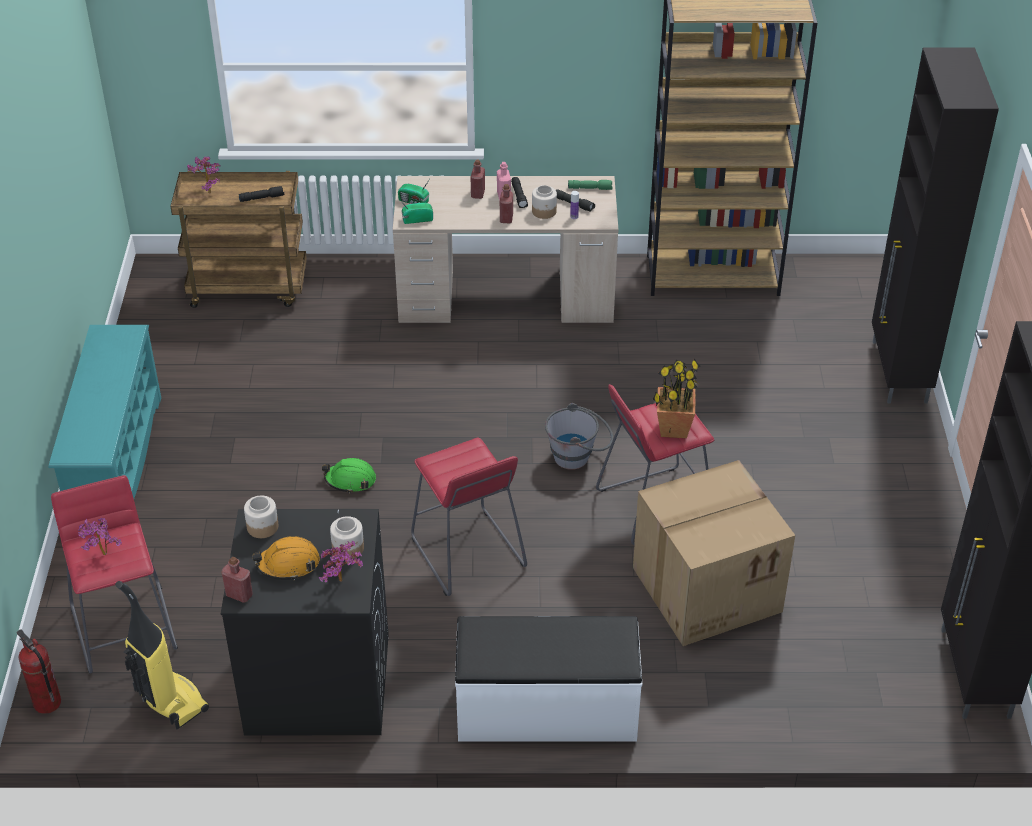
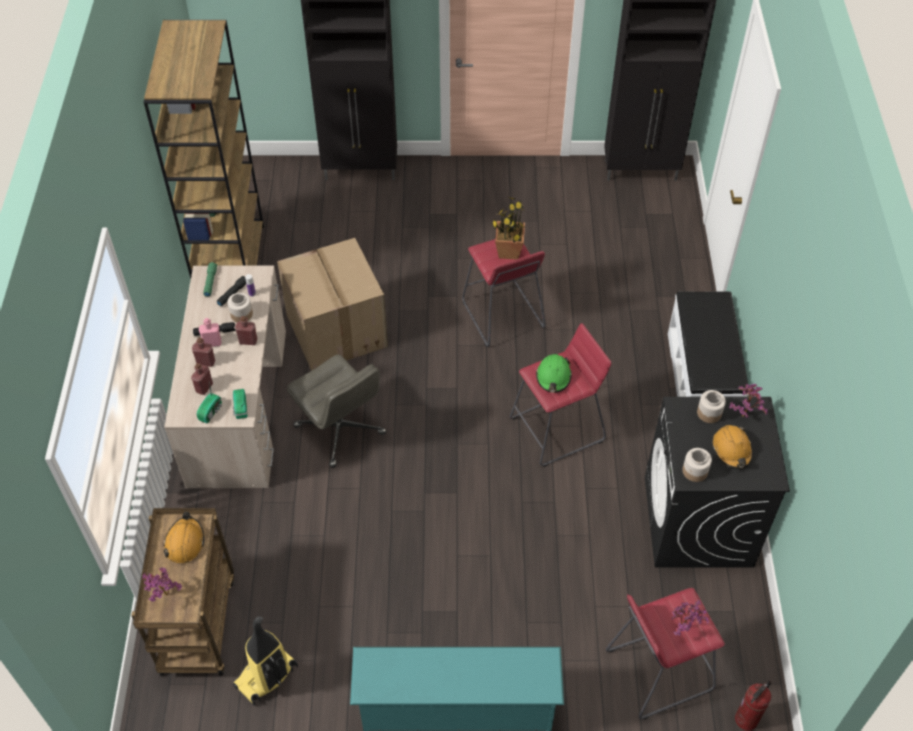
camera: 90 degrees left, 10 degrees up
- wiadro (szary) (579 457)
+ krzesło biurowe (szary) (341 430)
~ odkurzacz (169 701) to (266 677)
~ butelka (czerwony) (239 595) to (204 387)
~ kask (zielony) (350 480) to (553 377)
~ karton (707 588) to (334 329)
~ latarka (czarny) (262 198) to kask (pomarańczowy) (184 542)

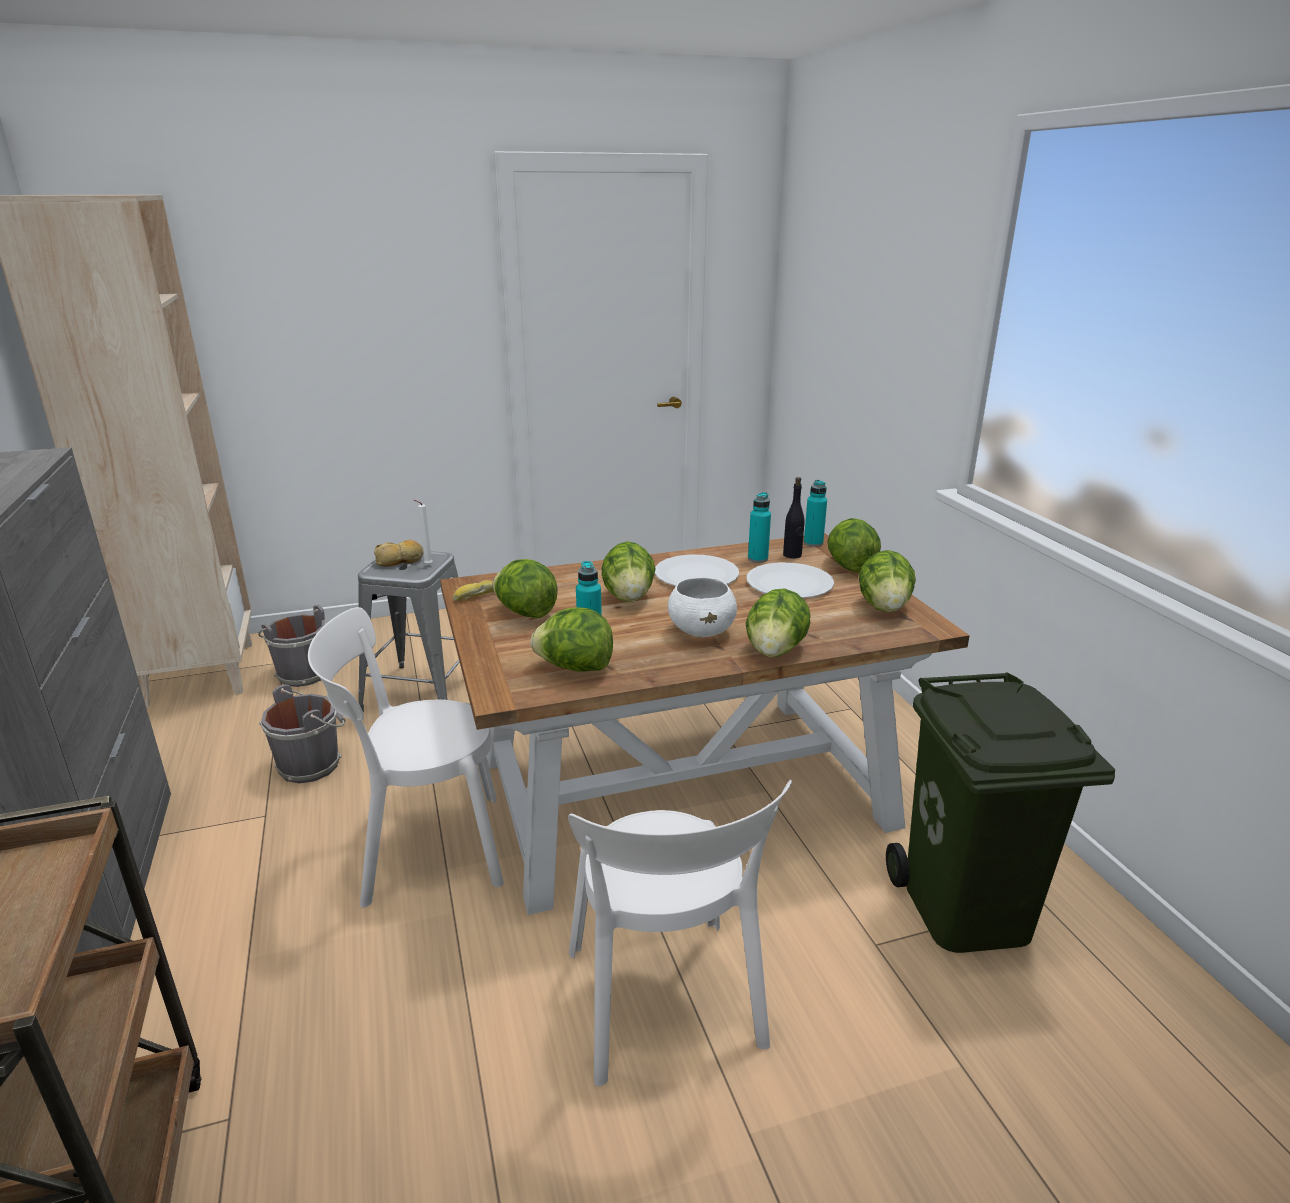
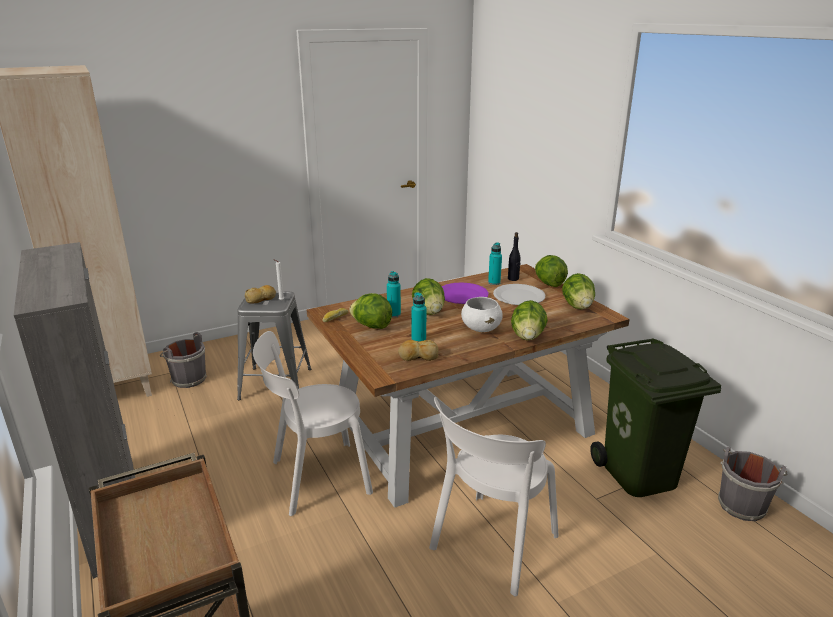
camera: 10 degrees left, 0 degrees up
~ wiadro (szary) (312 764) to (741 504)
~ butelka (turkusowy) (813 543) to (394 314)
~ sałata (575 667) to chleb (418 356)
~ talerz (biały) (696 575) to talerz (fioletowy) (462 295)
~ krzesło (biały) (665 1005) = (491 545) 60 degrees clockwise

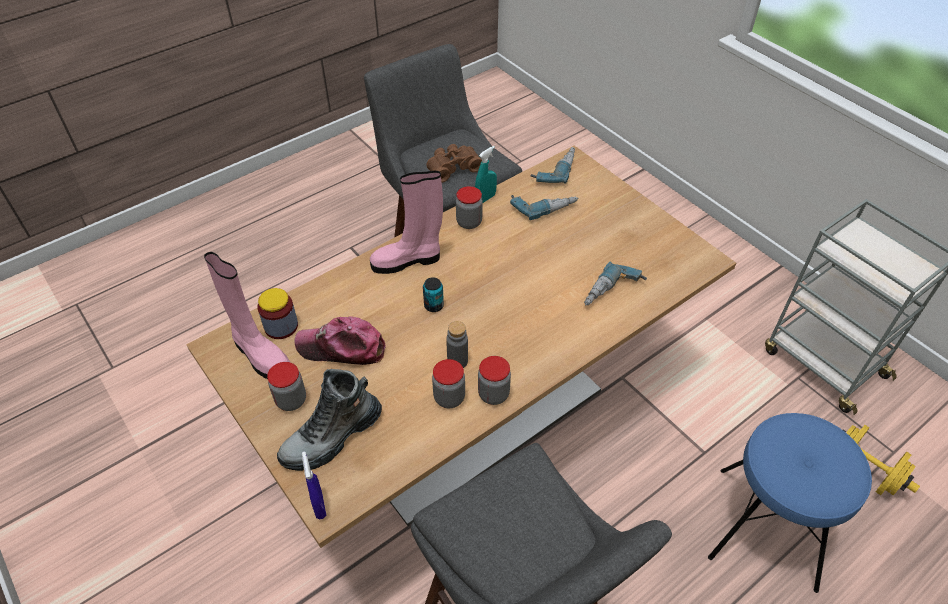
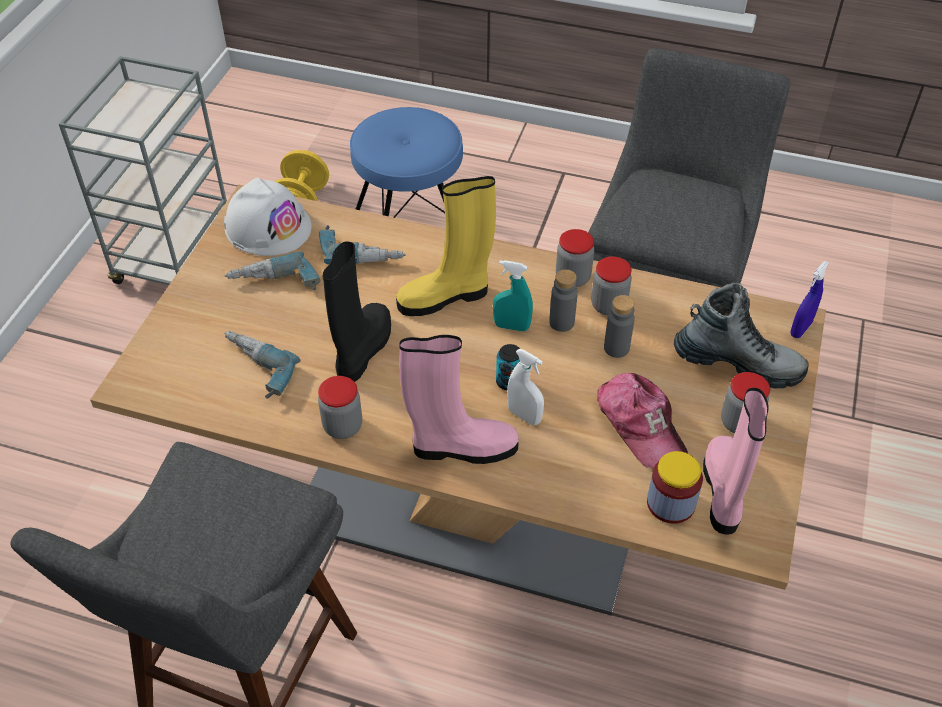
camera: 125 degrees left, 0 degrees up
- lornetka (brązowy) (452 167)
+ kask (biały) (268 227)
+ but z cholewką (czarny) (362 350)
+ but z cholewką (żółty) (445 297)
+ spryskiwacz (biały) (524 416)
+ butelka (szary) (616 348)
~ spryskiwacz (turkusowy) (485 198) to (511 326)
~ wiertarka (554 169) to (274 286)
~ but z cholewką (różowy) (408 260) = (461 448) 45 degrees counterclockwise

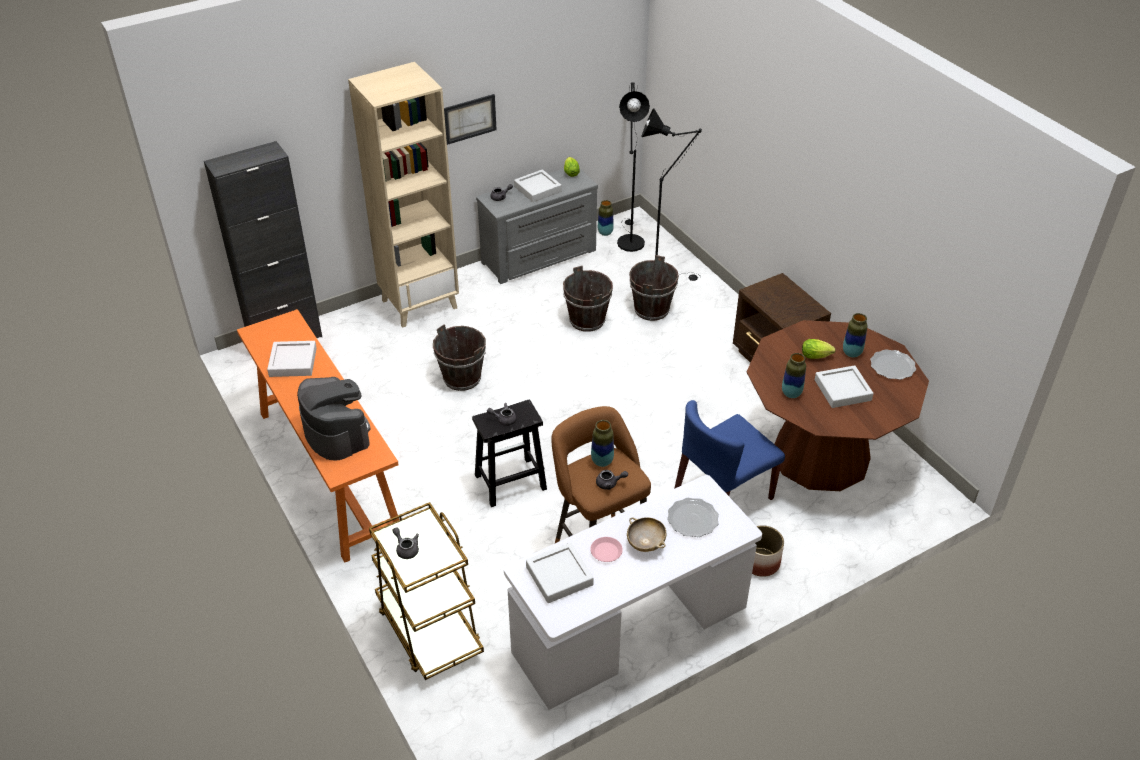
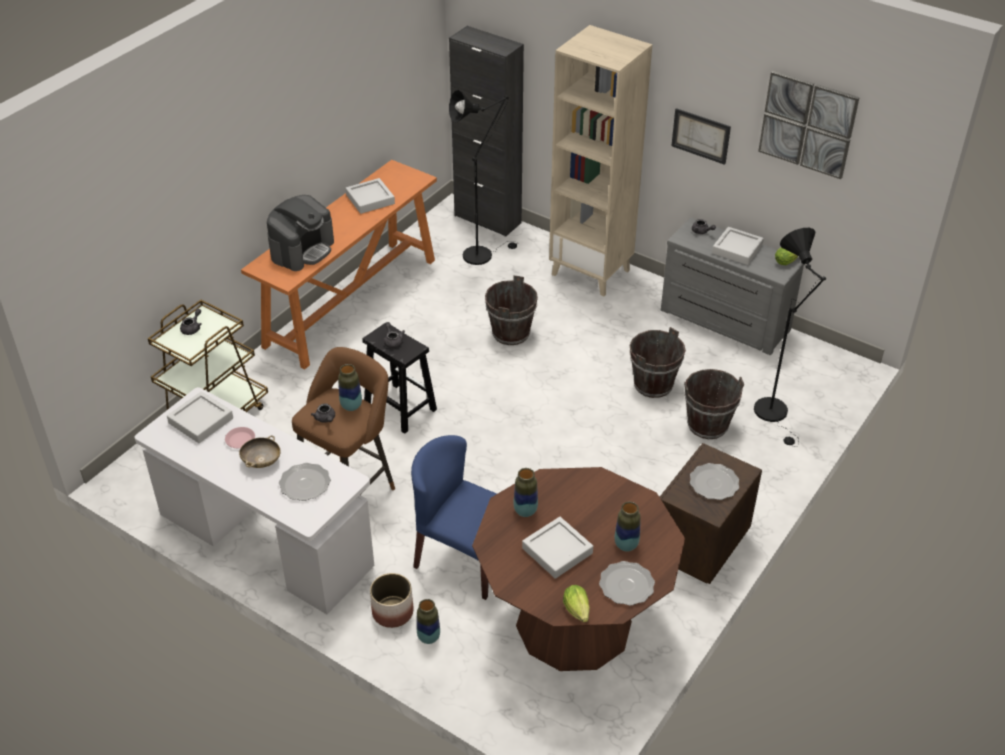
camera: 65 degrees right, 0 degrees up
+ talerz (713 483)
+ obraz (807 124)
~ wazon (605 233) to (428 637)
~ lampa stojąca (czarny) (629 240) to (482 253)
~ sałata (817 356) to (578 612)

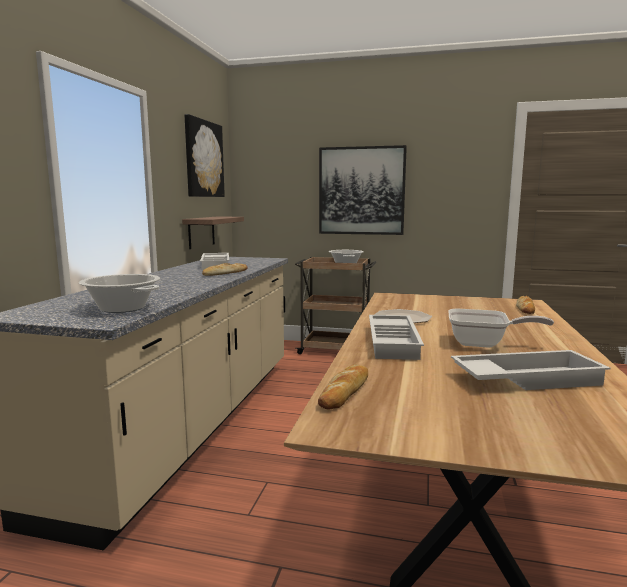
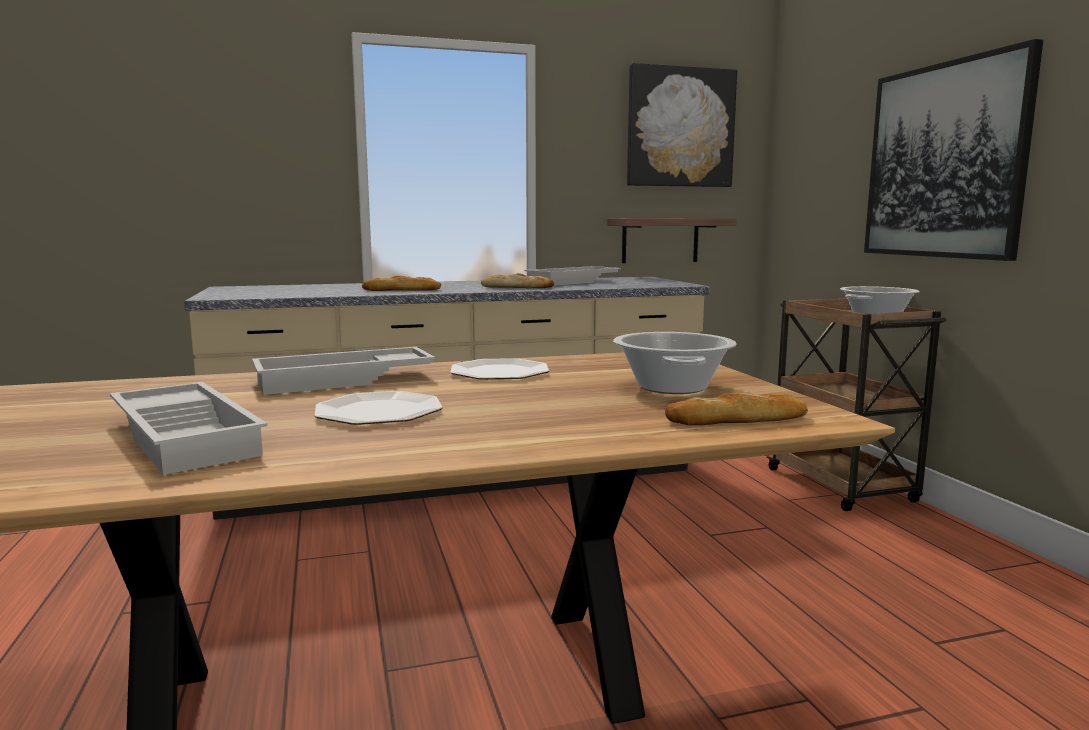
camera: 60 degrees right, 0 degrees up
~ garnek (122 308) to (671 387)
~ chleb (345 391) to (402 290)
~ patelnia (484 344) to talerz (378 412)

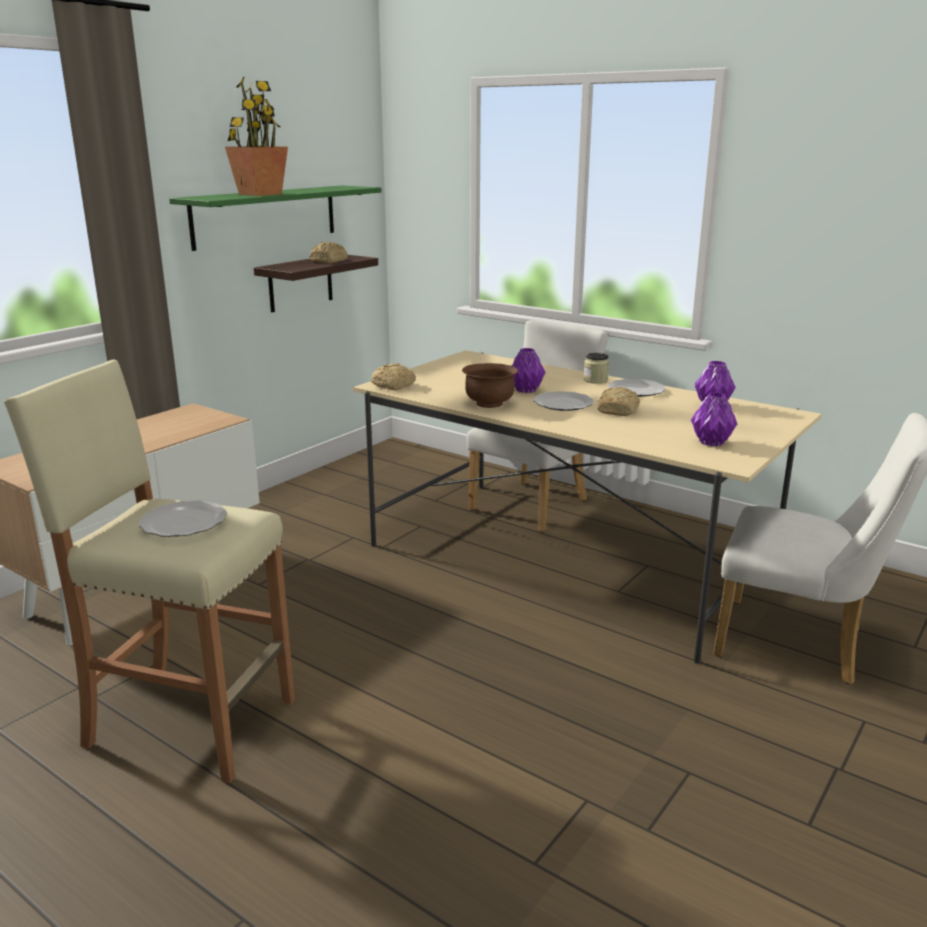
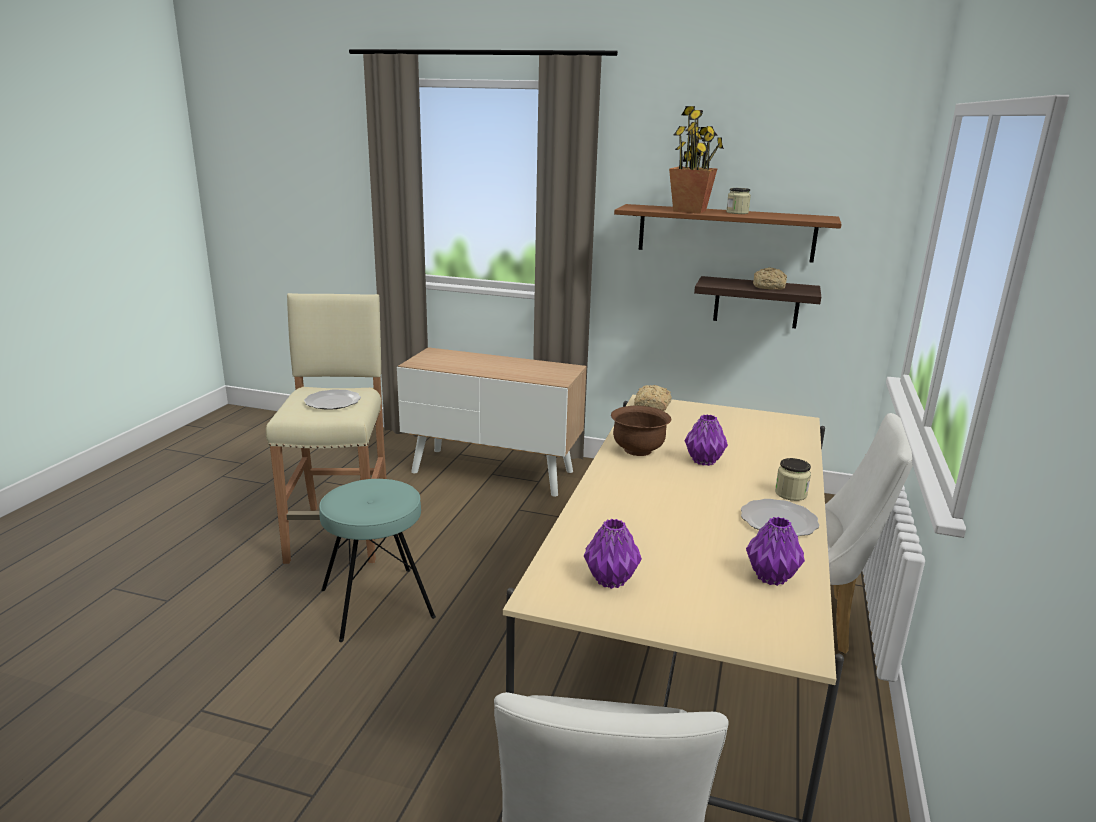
camera: 70 degrees right, 0 degrees up
- talerz (563 404)
- chleb (619 411)
+ stołek (turkusowy) (376 603)
+ słoik (737 212)
~ półka (zielony) (265 216) to półka (brązowy) (725 233)

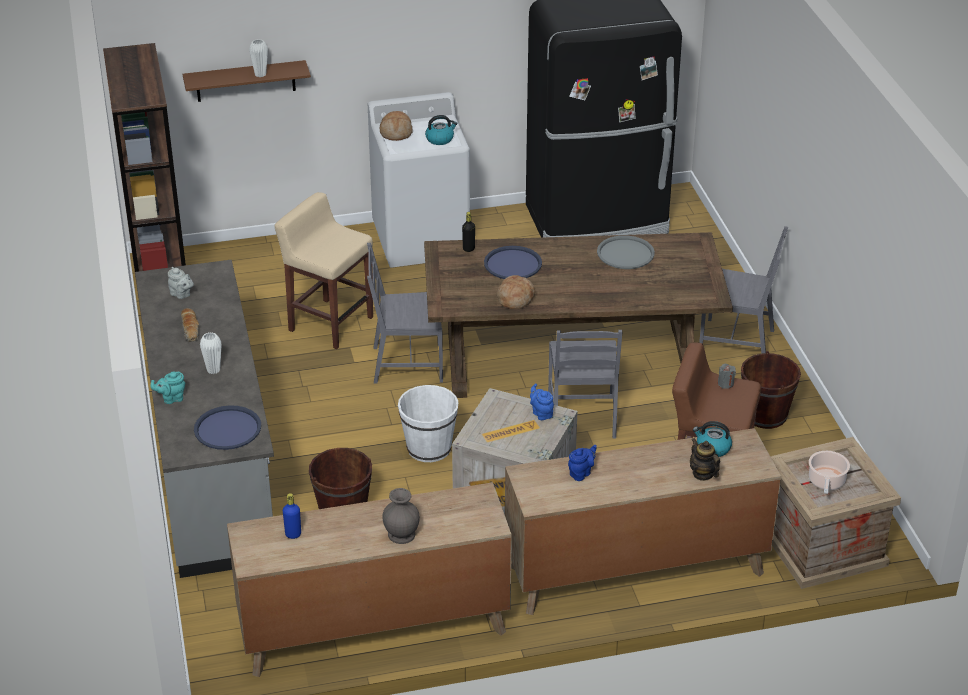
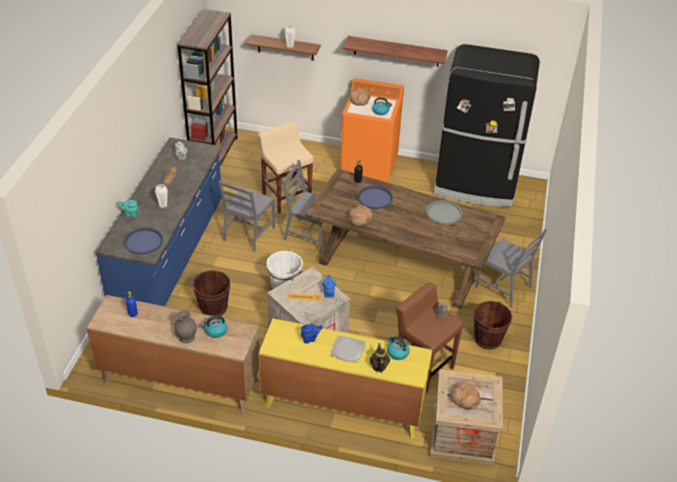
camera: 25 degrees right, 5 degrees up
+ czajnik (215 331)
+ talerz (348 350)
+ półka (396 51)
~ krzesło (szary) (583 416) to (248 234)
~ garnek (826 482) to chleb (464 399)
~ zabudowa kuchenna (szary) (212 463) to zabudowa kuchenna (niebieski) (170 255)
~ pralka (biały) (421 240) to pralka (pomarańczowy) (369 165)
~ komoda (brązowy) (635 570) to komoda (żółty) (342 405)

